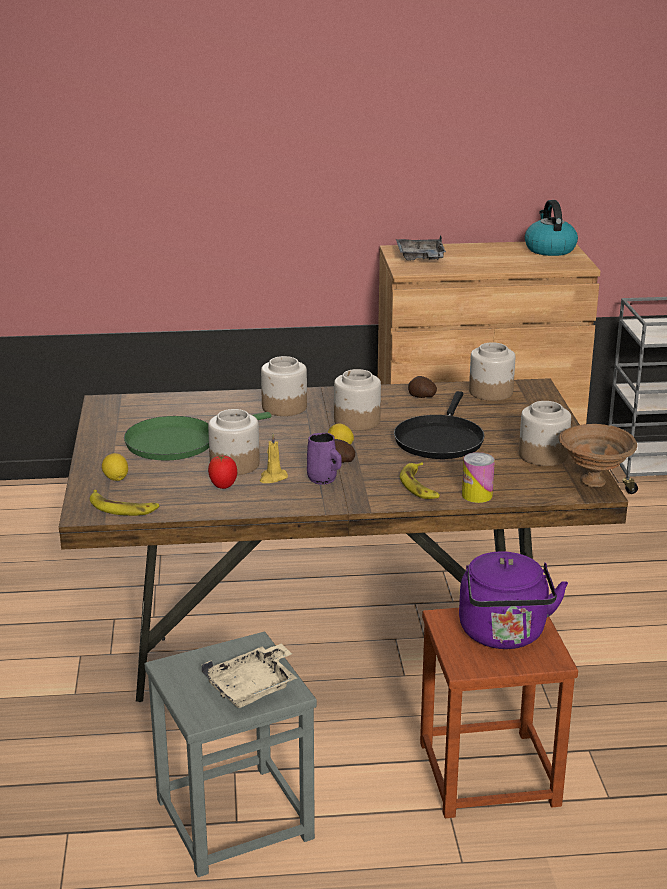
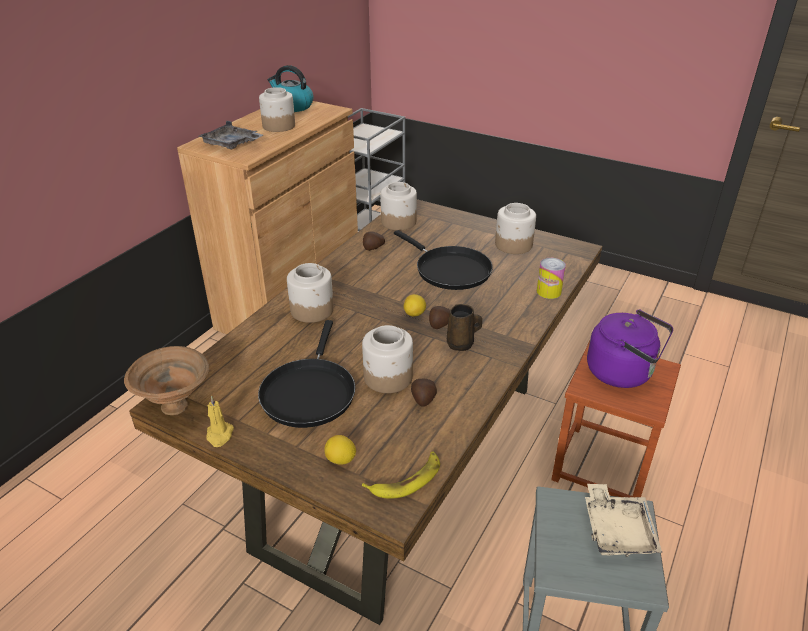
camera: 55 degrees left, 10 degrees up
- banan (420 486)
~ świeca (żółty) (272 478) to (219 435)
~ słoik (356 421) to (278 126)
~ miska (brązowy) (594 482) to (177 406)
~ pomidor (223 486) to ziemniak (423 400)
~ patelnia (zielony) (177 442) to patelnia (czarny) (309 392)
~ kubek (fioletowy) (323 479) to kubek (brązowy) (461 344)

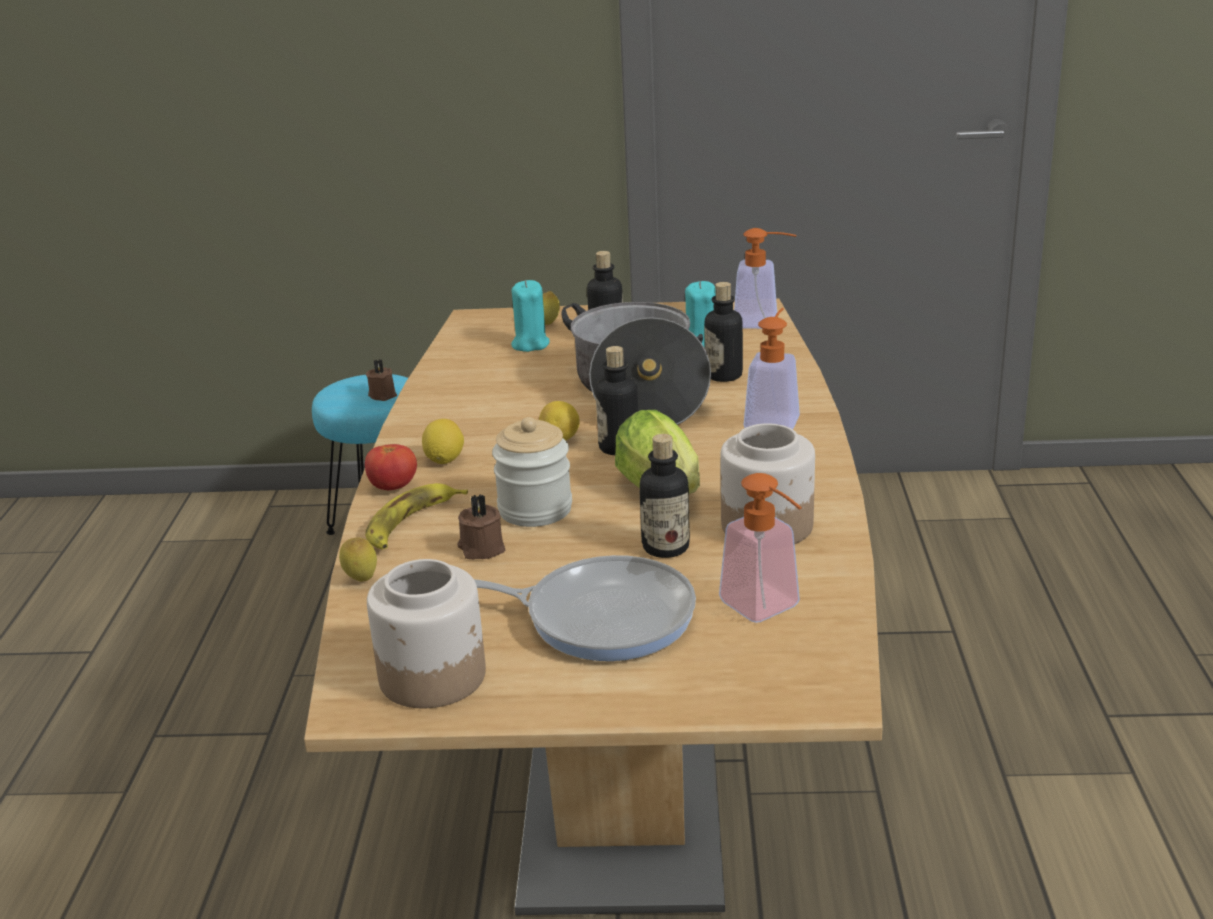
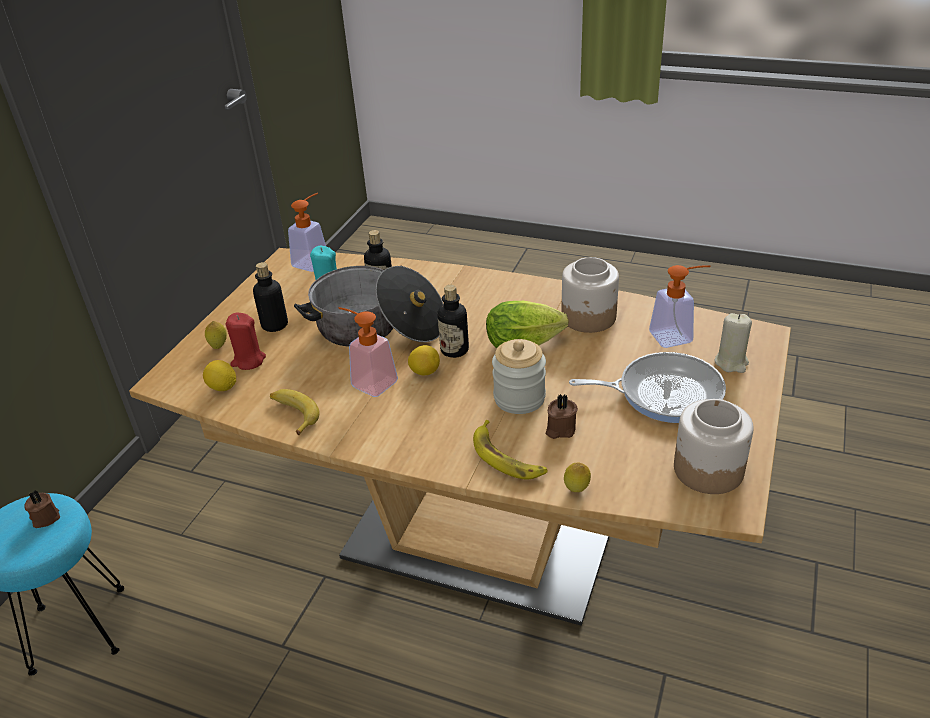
camera: 70 degrees left, 10 degrees up
- pomidor (393 488)
- butelka (665 547)
+ banan (293 414)
+ świeca (beżowy) (731 362)
~ cytryna (444 460) to (222 387)
~ dozownik mydła (774 420) to (368 381)
~ świeca (turkusowy) (530 344) to świeca (czerwony) (248 361)
~ patelnia (601 617) = (664 393) 60 degrees clockwise

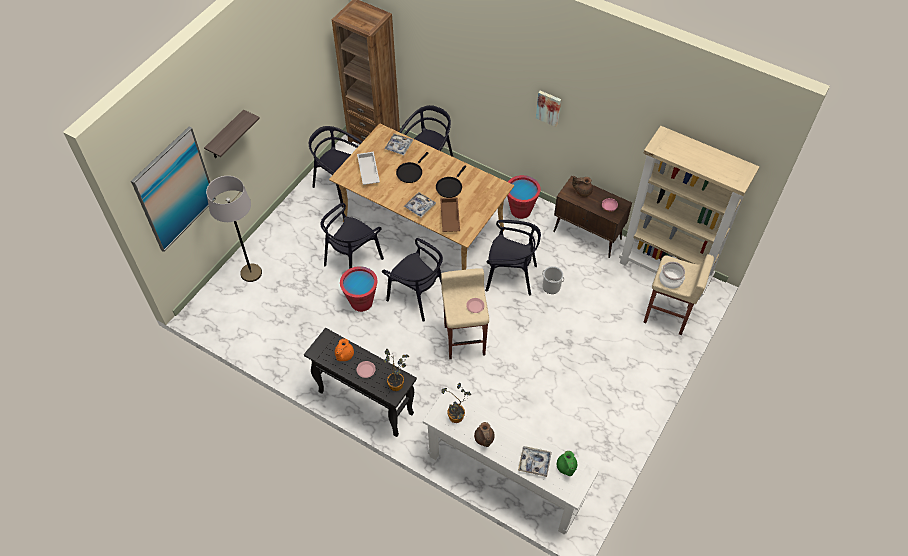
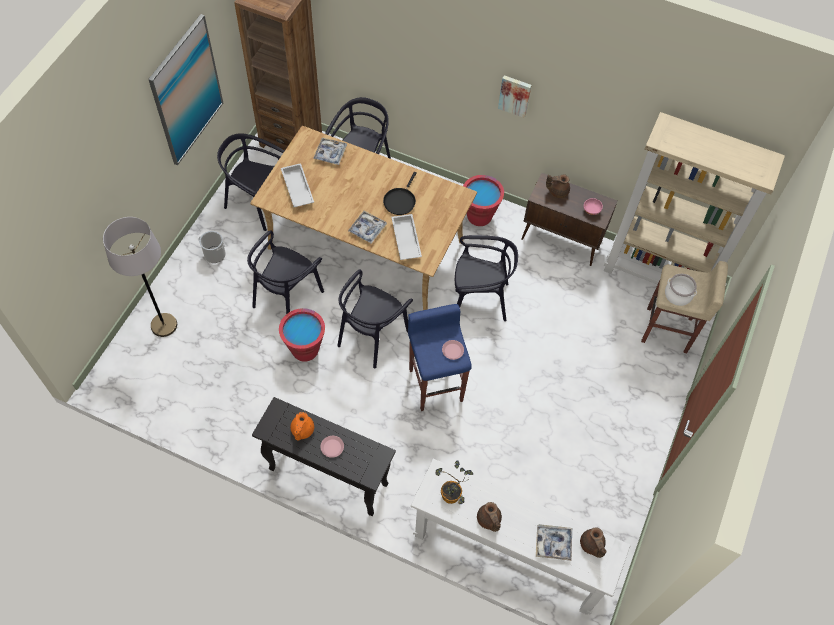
camera: 10 degrees left, 5 degrees up
- półka (226 136)
- roślina doniczkowa (397 383)
- patelnia (czarny) (410 172)
~ obraz (174 190) to (186 91)
~ wiadro (551 287) to (214 254)
~ taca (brązowy) (449 217) to taca (biały) (405 240)
~ stołek (beżowy) (465 339) to stołek (niebieski) (436 384)
~ imbryk (zielony) (566 467) to imbryk (brązowy) (591 545)
~ krzesło (czarny) (417 297) = (372 336) 90 degrees clockwise

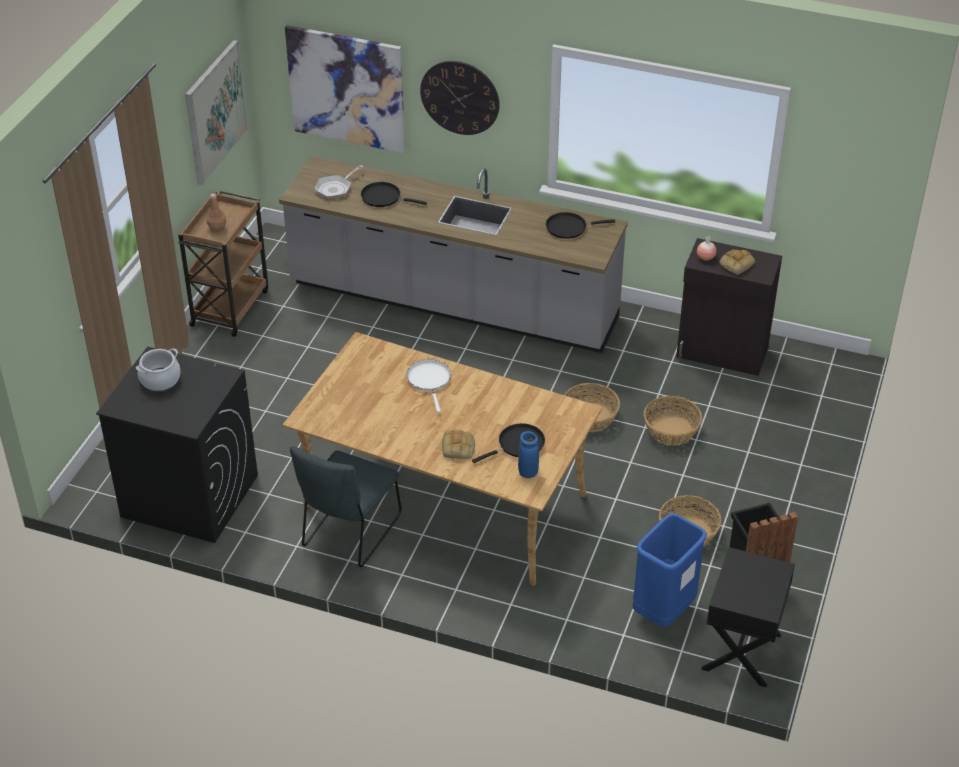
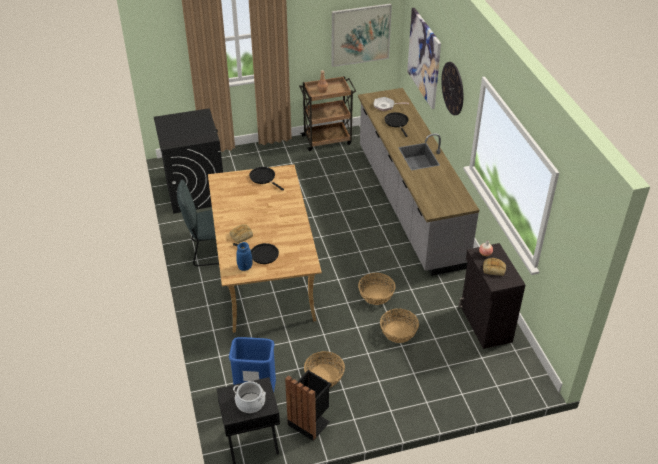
camera: 55 degrees right, 0 degrees up
- patelnia (biały) (429 380)
~ garnek (160 379) to (250 403)
~ patelnia (czarny) (569 227) to (263 178)

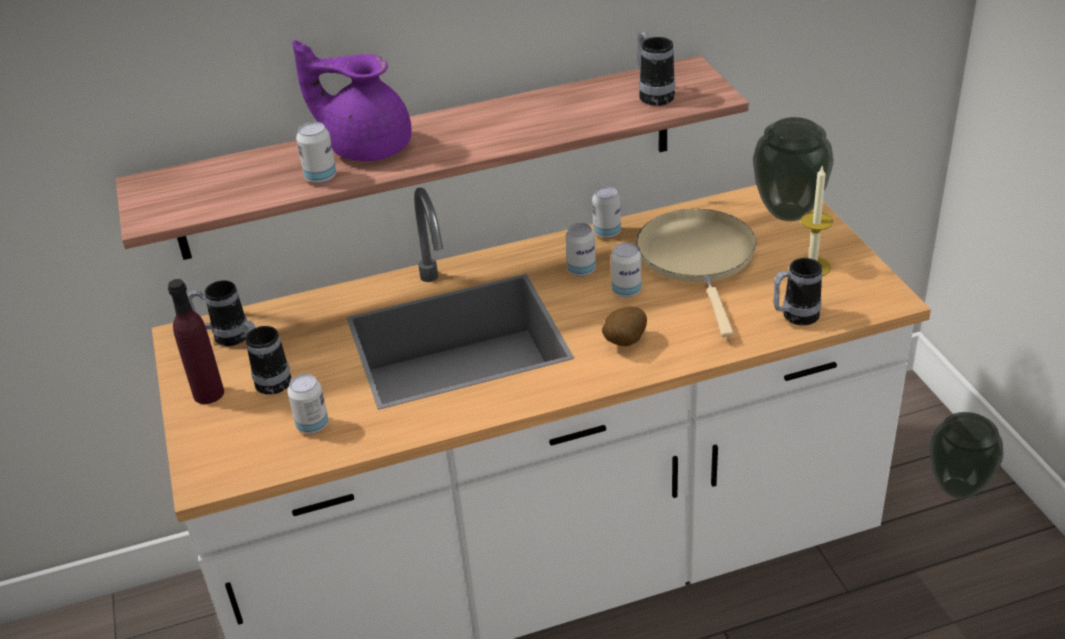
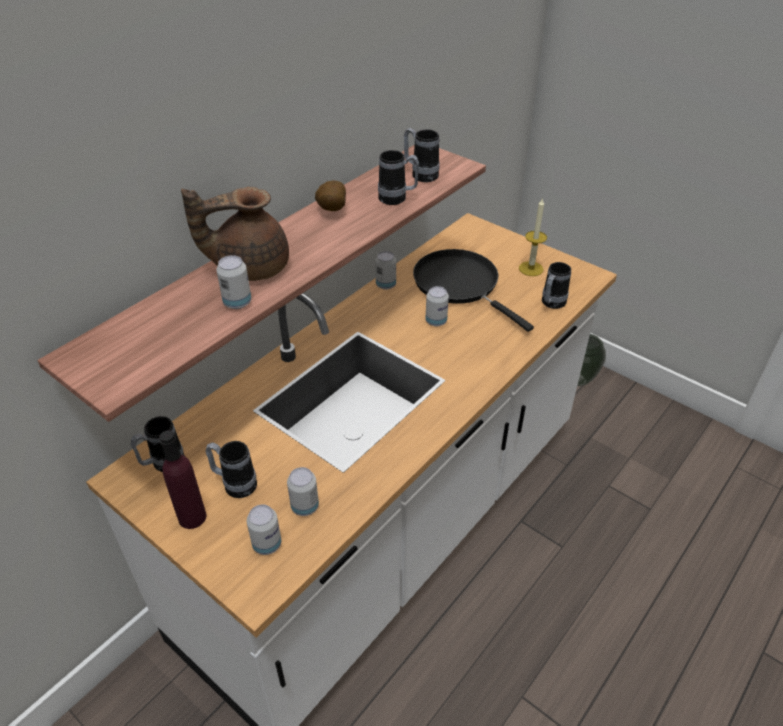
camera: 35 degrees left, 5 degrees up
- wazon (789 212)
+ kubek (397 199)
~ puszka (581 270) to (267 544)
~ ziemniak (623 342) to (331 211)
~ imbryk (fioletowy) (367 147) to imbryk (brązowy) (249 267)
~ patelnia (beżowy) (698 259) to patelnia (czarny) (460 285)

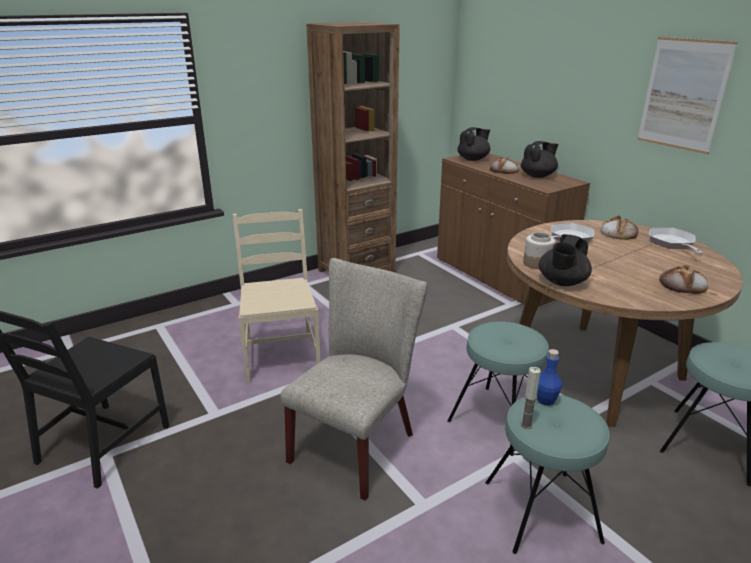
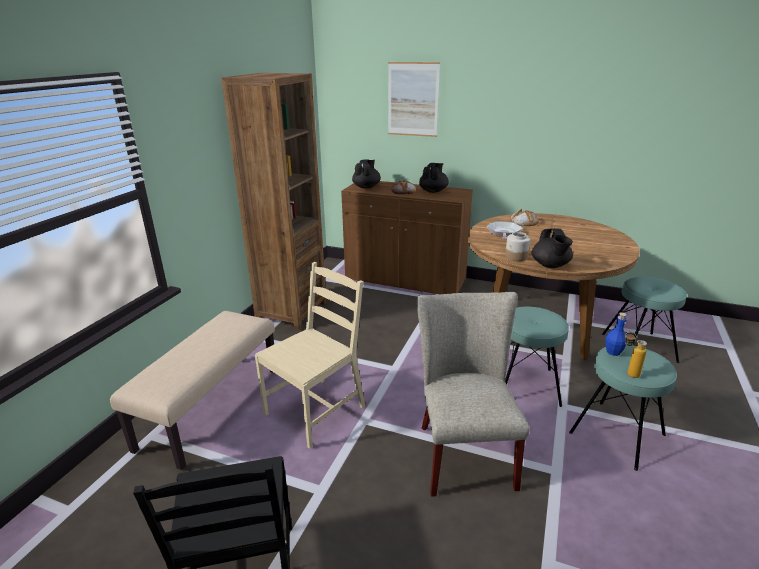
camera: 35 degrees left, 0 degrees up
- patelnia (672 243)
- chleb (683 285)
+ ławka (beżowy) (211 407)
~ obraz (683 94) to (413 99)
~ świeca (526 425) to butelka (627 373)
~ krzesło (beżowy) (281 356) = (316 410) 90 degrees clockwise

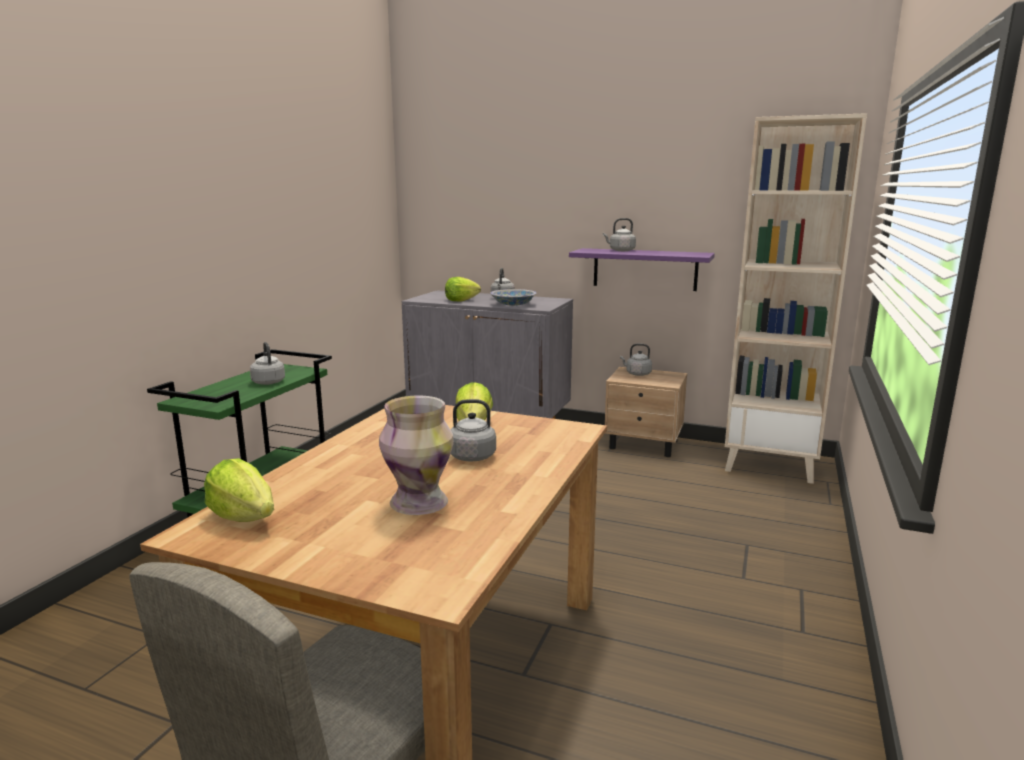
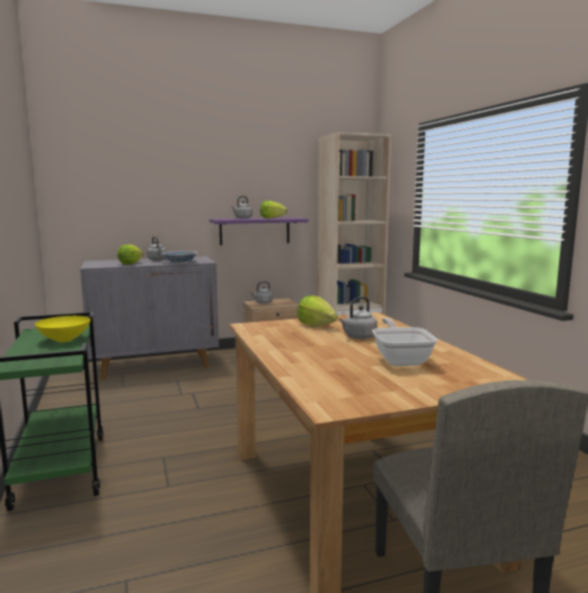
camera: 40 degrees left, 5 degrees down
~ sałata (244 517) to (272 218)
~ czajnik (szary) (268 382) to miska (żółty) (63 340)
~ wazon (420 504) to patelnia (401 359)

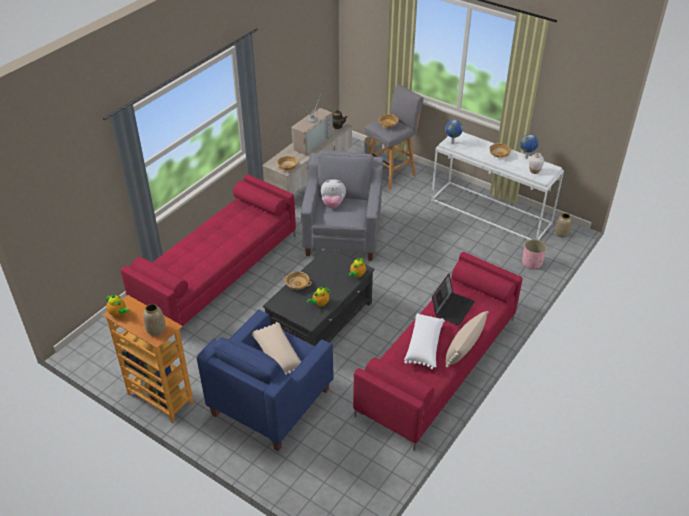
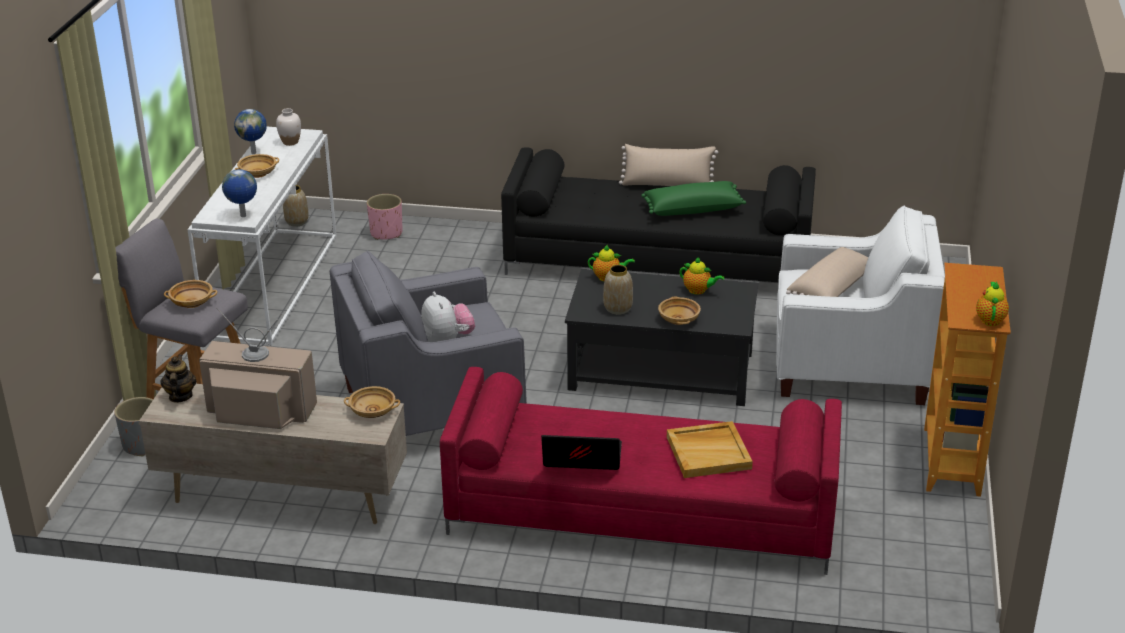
camera: 115 degrees left, 10 degrees down
+ taca (beżowy) (709 452)
~ wazon (156 330) to (617 309)
~ laptop (452 307) to (581 459)
~ fotel (niebieski) (271 401) to fotel (biały) (850 366)
~ kanapa (czerwony) (438 366) to kanapa (czarny) (659 261)
~ poduszka (biały) (425 346) to poduszka (zielony) (692 209)

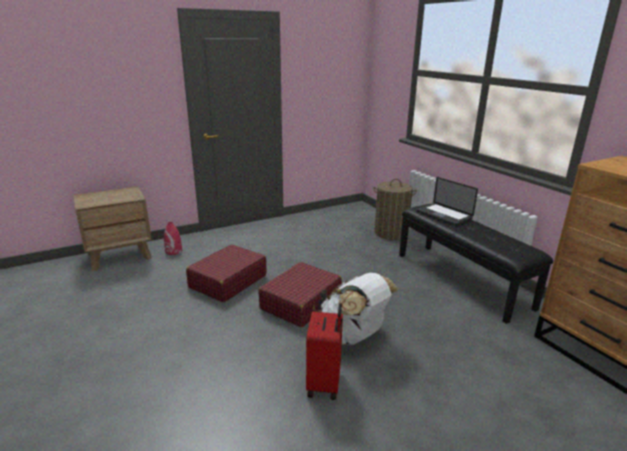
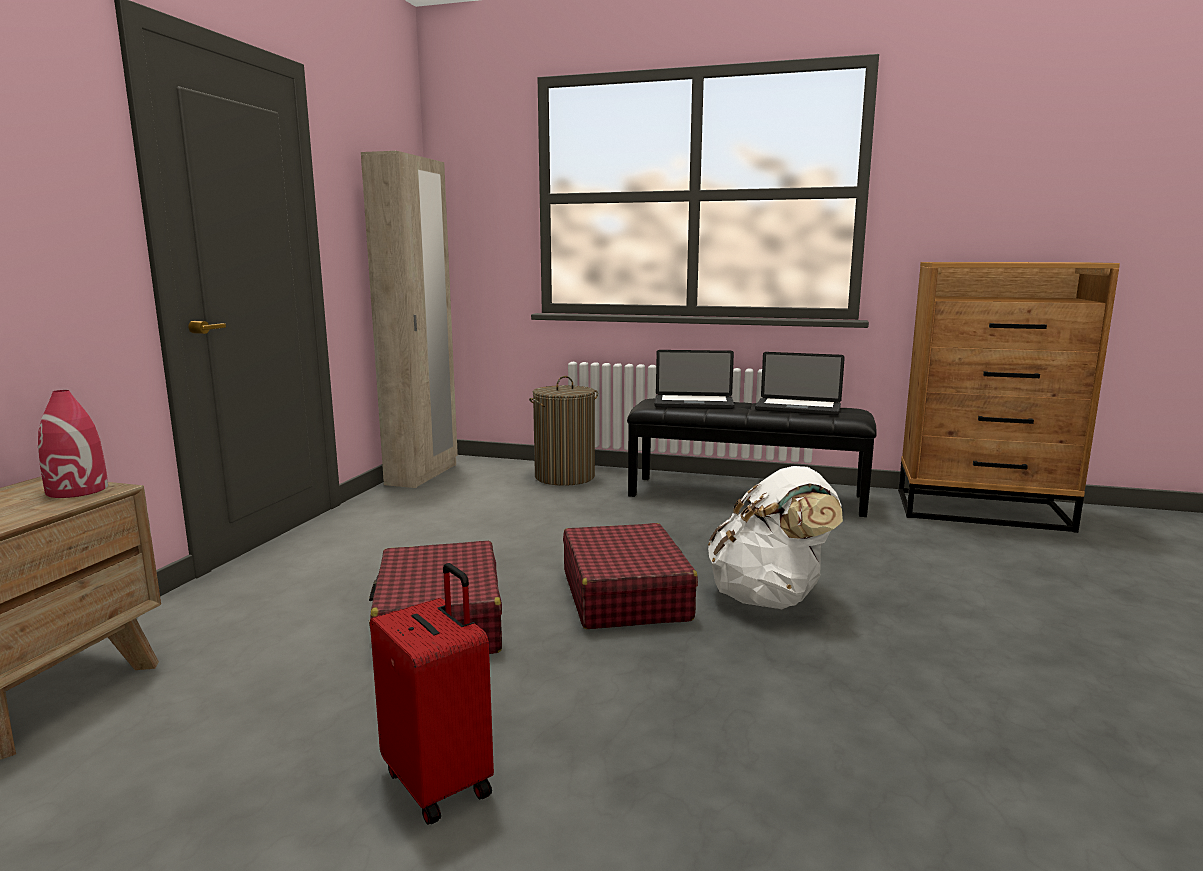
camera: 45 degrees left, 10 degrees down
+ szafa (beżowy) (423 474)
+ laptop (798 408)
~ wazon (czerwony) (173 251) to (78 490)
~ walizka (czerwony) (325 384) to (440 782)

